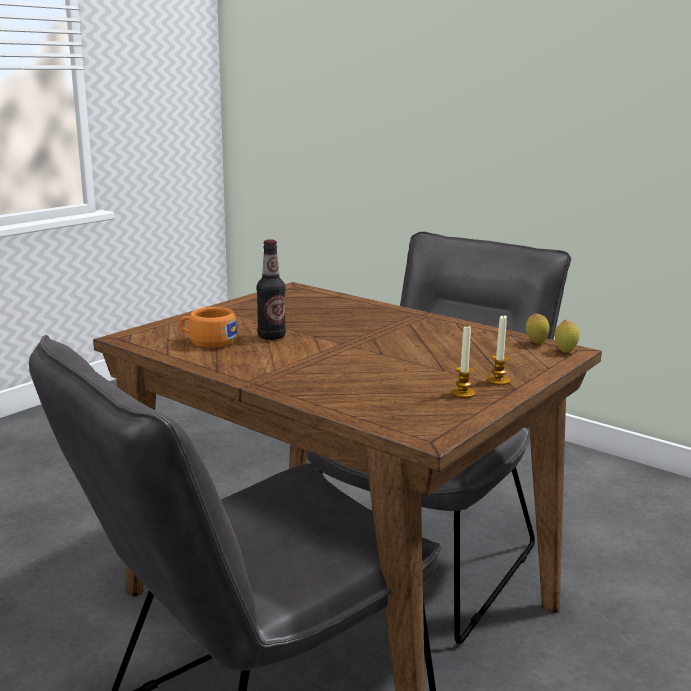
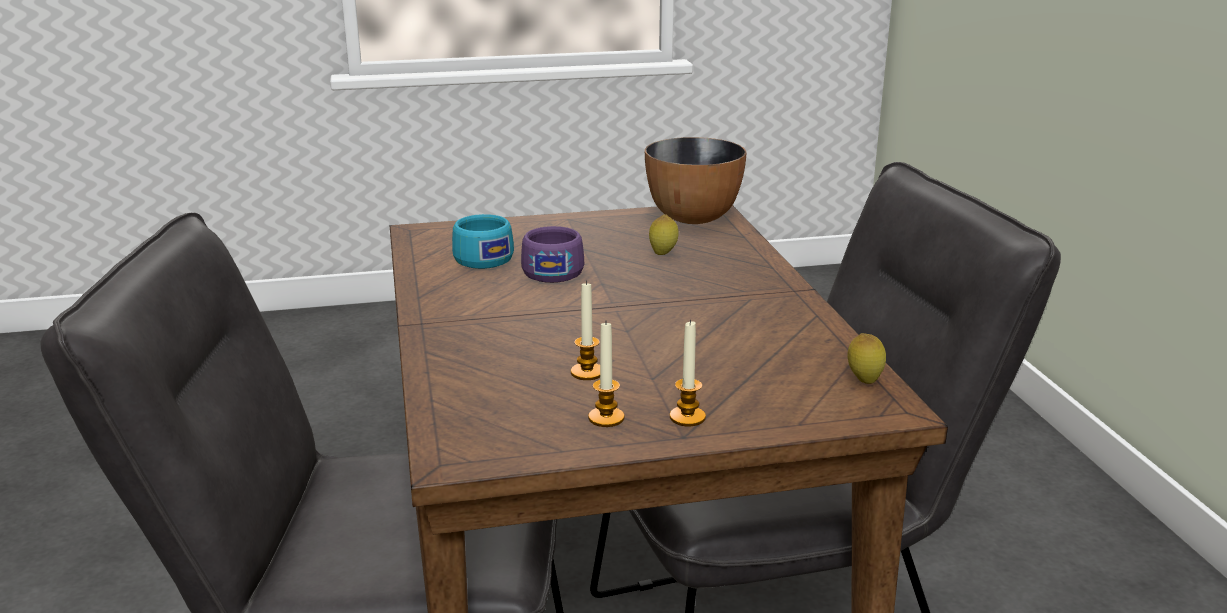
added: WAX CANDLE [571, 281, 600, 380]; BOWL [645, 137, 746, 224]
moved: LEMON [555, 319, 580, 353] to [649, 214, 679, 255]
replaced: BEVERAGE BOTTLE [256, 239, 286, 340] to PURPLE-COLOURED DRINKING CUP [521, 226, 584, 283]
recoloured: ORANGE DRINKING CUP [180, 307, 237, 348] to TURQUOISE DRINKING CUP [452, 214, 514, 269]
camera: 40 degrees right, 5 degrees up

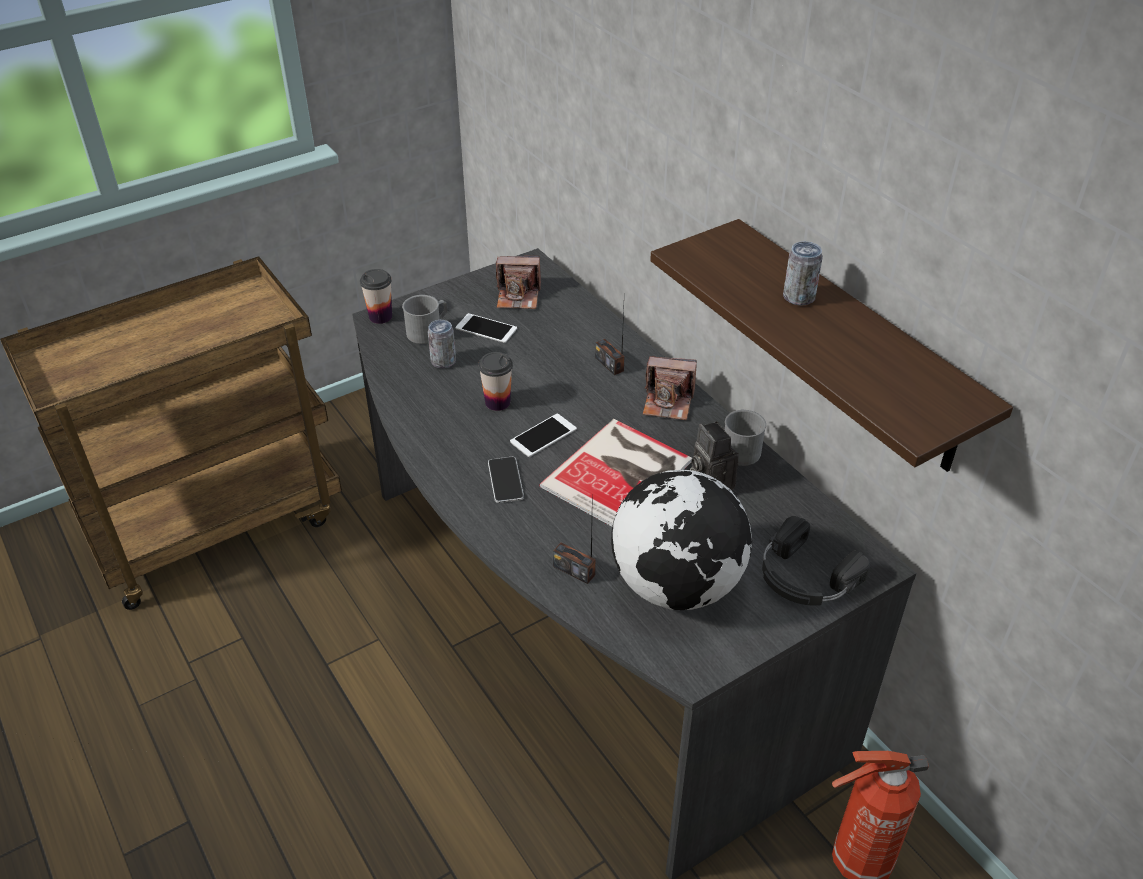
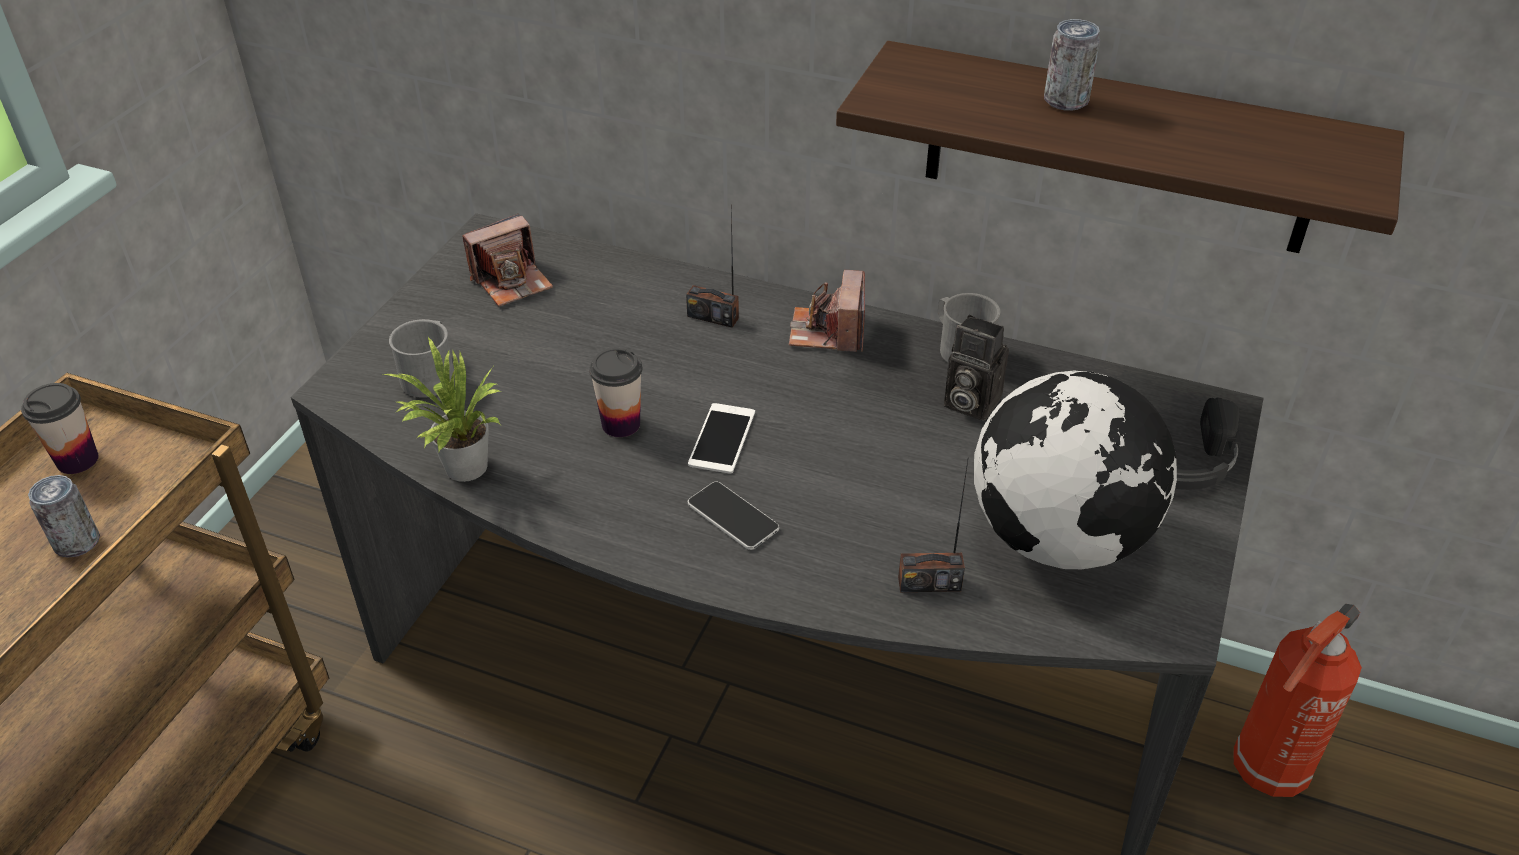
removed: TELEPHONE [455, 313, 517, 343]; BOOK [539, 419, 692, 527]
added: HOUSEPLANT [383, 337, 501, 482]
moved: DRINKING CUP [360, 269, 392, 324] to [21, 383, 99, 474]; SEALED CAN [428, 320, 456, 368] to [28, 475, 100, 558]
turned: PHOTO CAMERA [643, 357, 697, 420] = [789, 270, 865, 352] 120 degrees clockwise
camera: 35 degrees left, 0 degrees up

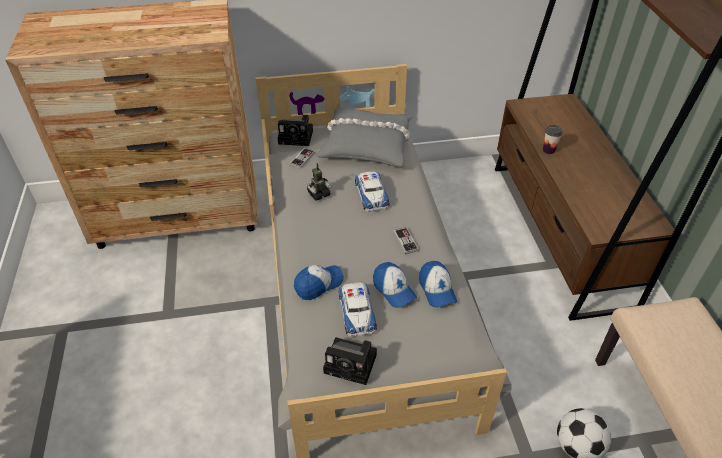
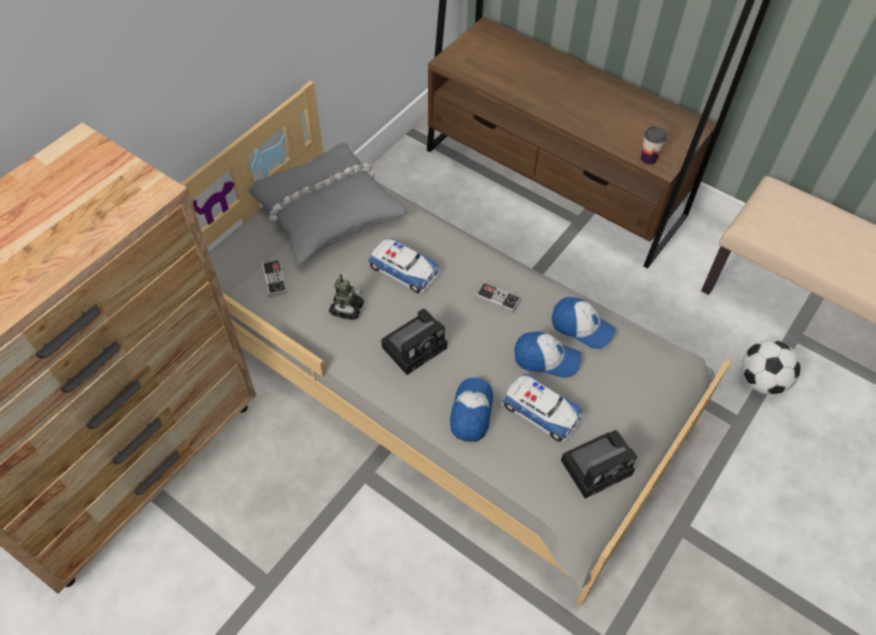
moved: PHOTO CAMERA [278, 115, 313, 146] to [381, 309, 447, 375]; DRINKING CUP [543, 125, 563, 154] to [640, 126, 667, 164]
camera: 45 degrees left, 10 degrees up

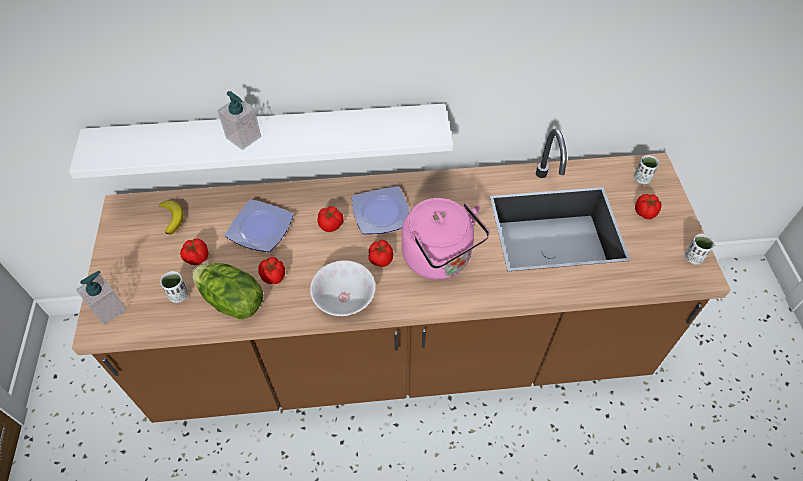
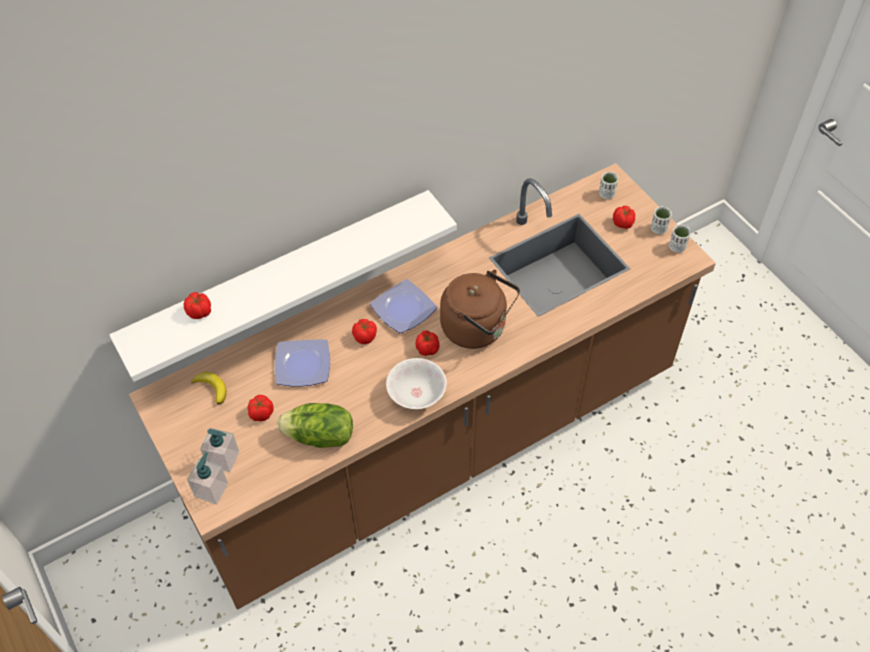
moved: FRESH TOMATO [258, 257, 285, 284] to [184, 292, 211, 319]; SOAP BOTTLE [218, 91, 261, 150] to [200, 428, 239, 472]; WHITISH DRINKING CUP [160, 271, 188, 303] to [651, 207, 672, 234]
recoloured: PINK TEA KETTLE [402, 198, 490, 280] to BROWN TEA KETTLE [440, 269, 520, 349]
camera: 25 degrees left, 0 degrees up

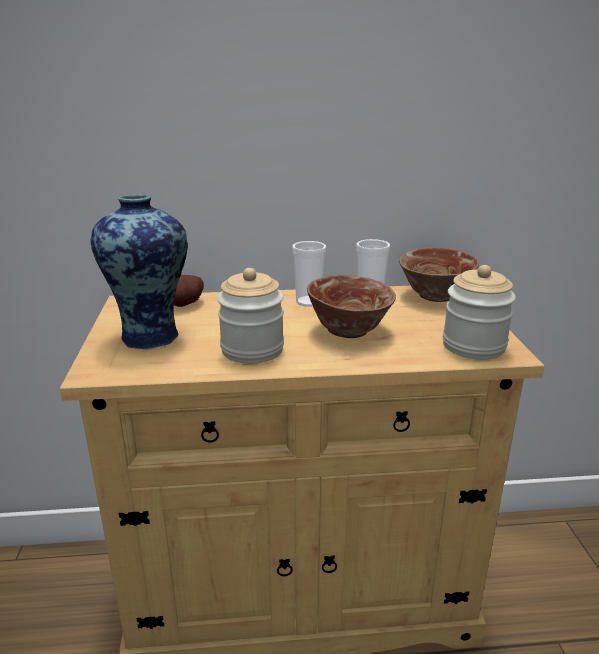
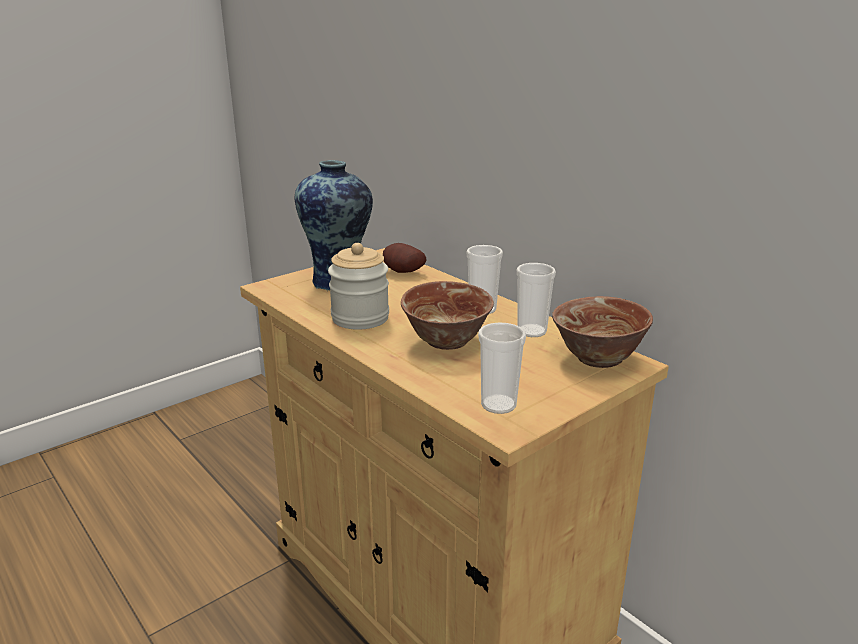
replaced: STORAGE JAR [443, 265, 516, 359] to DRINKING CUP [478, 322, 526, 414]
camera: 55 degrees right, 0 degrees up

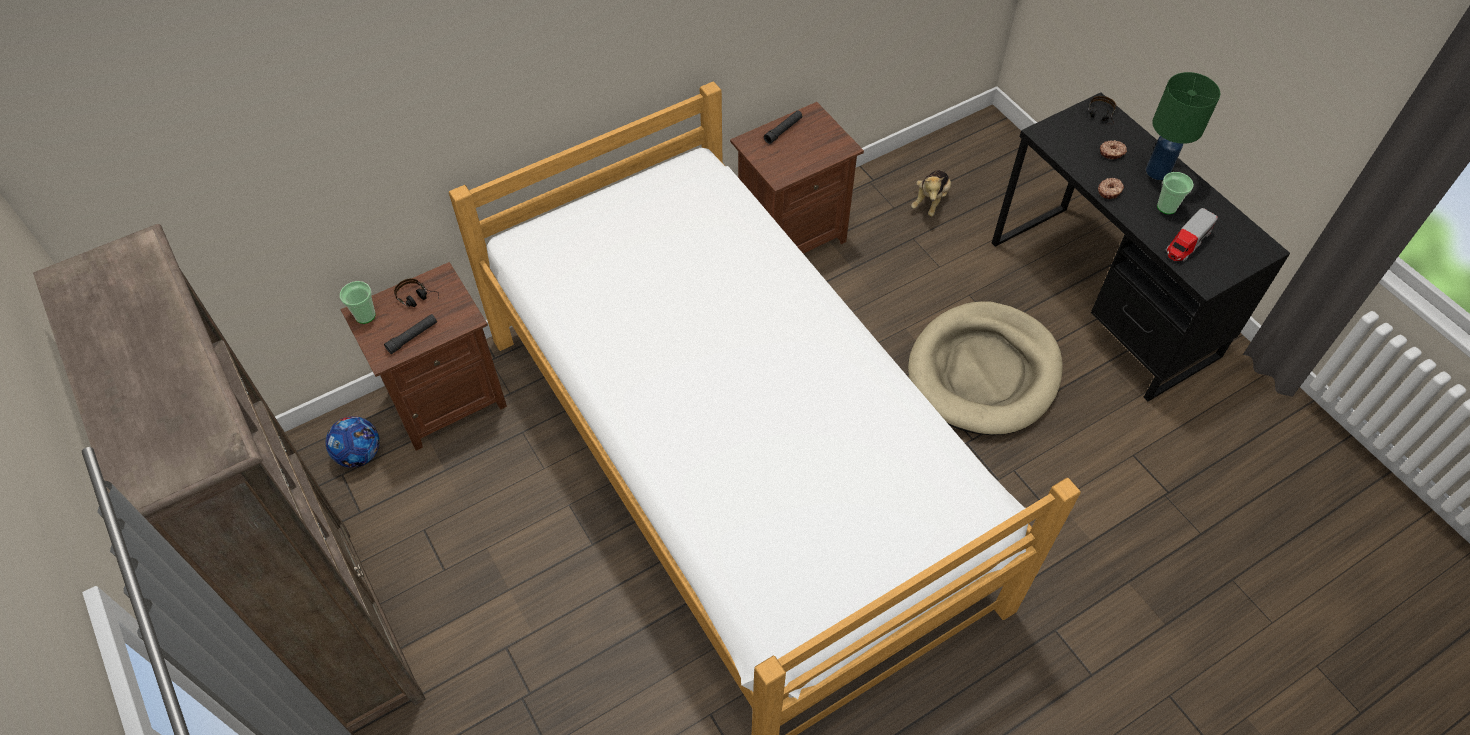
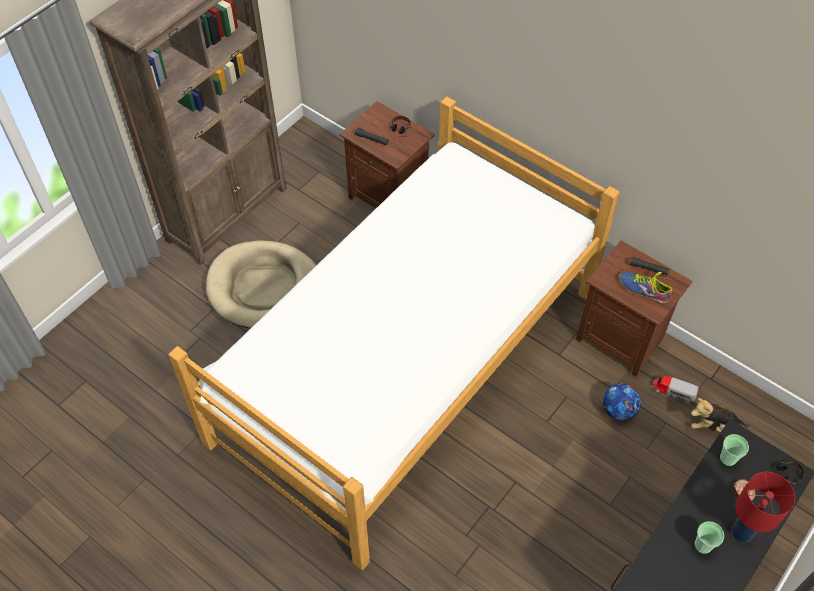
removed: DOUGHNUT [1098, 178, 1124, 199]
added: SHOE [619, 272, 673, 303]
moved: BEIGE DOG BED [908, 301, 1063, 435] to [206, 240, 316, 329]; FOOTBALL BALL [326, 416, 380, 468] to [603, 383, 641, 421]; TOY TRUCK [1166, 208, 1218, 262] to [652, 376, 699, 403]; DRINKING CUP [340, 281, 376, 324] to [720, 434, 749, 466]
recoloured: GREEN-COLOURED TABLETOP LAMP [1146, 72, 1220, 180] to RED-COLOURED TABLETOP LAMP [731, 472, 795, 543]
camera: 70 degrees right, 0 degrees up

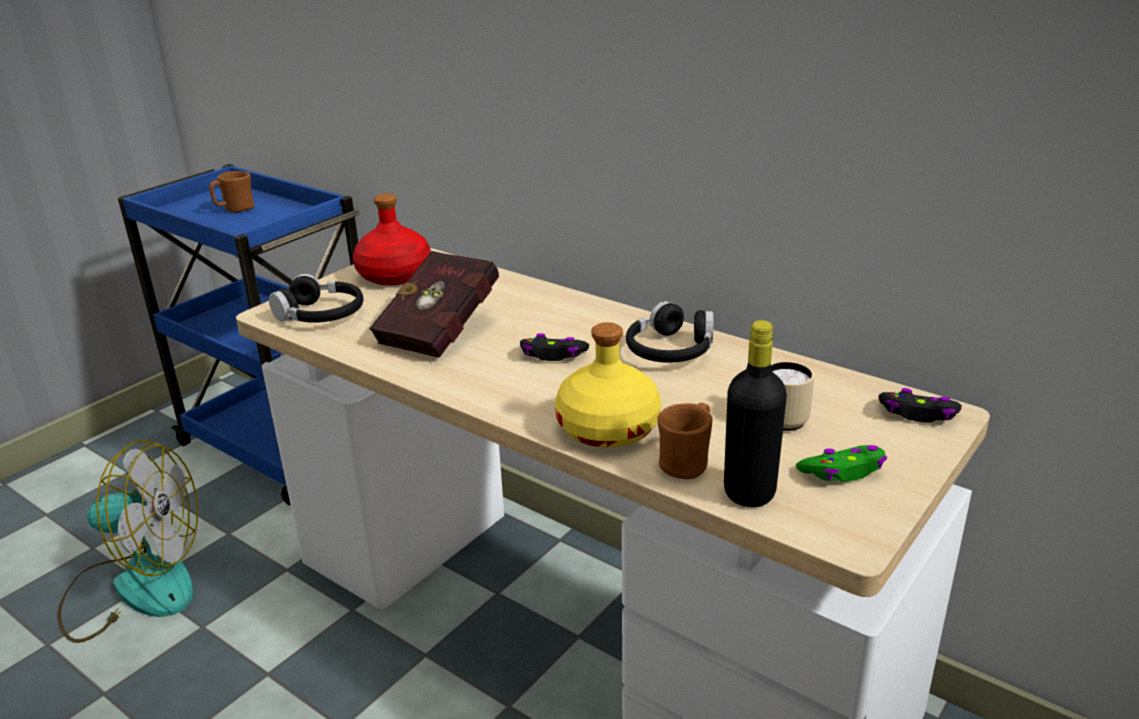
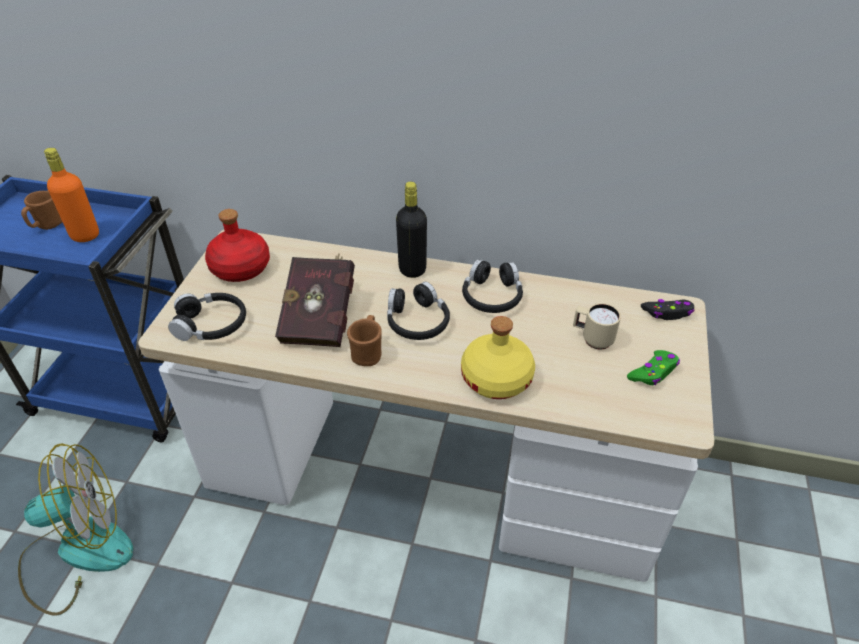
added: ORANGE BEVERAGE BOTTLE [44, 148, 99, 242]
moved: BROWN TEA MUG [658, 403, 713, 479] to [347, 315, 382, 366]; BLACK-COLOURED BEVERAGE BOTTLE [724, 320, 787, 507] to [396, 182, 427, 278]
replaced: BLACK-COLOURED JOYPAD [520, 333, 589, 361] to BLACK-COLOURED HEADPHONES [387, 282, 450, 340]
camera: 25 degrees left, 15 degrees up

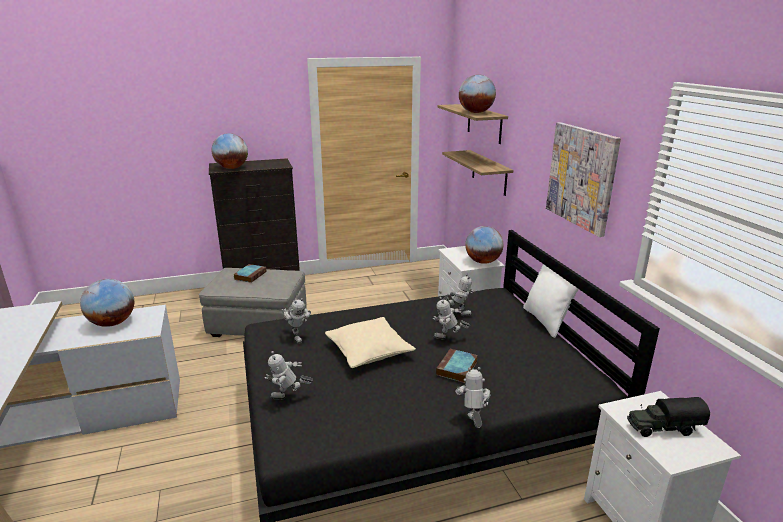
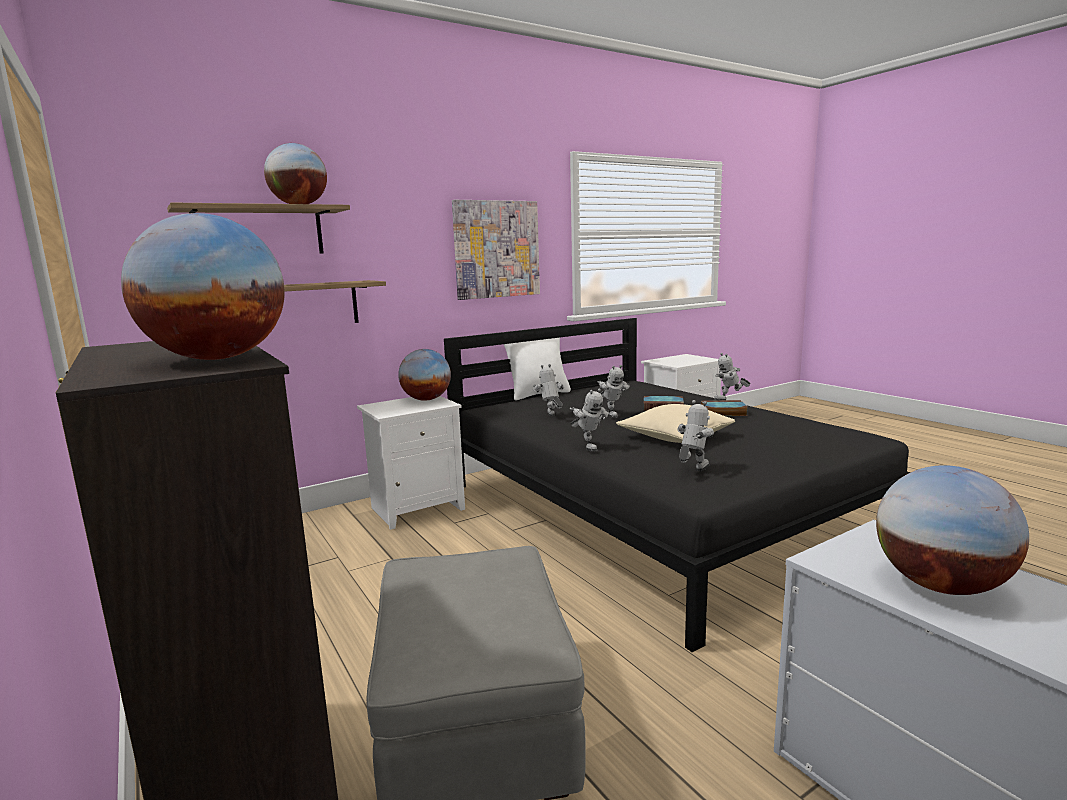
removed: TOY TRUCK [627, 397, 710, 437]
moved: TOY ROBOT [264, 351, 313, 400] to [570, 388, 609, 452]; BOOK [234, 264, 267, 283] to [701, 400, 748, 416]
camera: 105 degrees left, 10 degrees down

